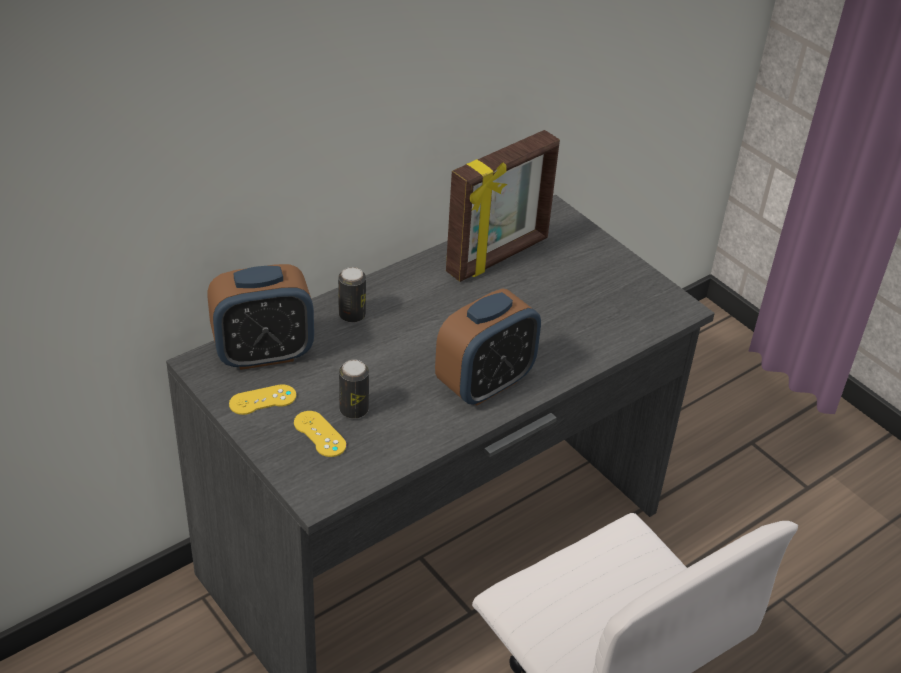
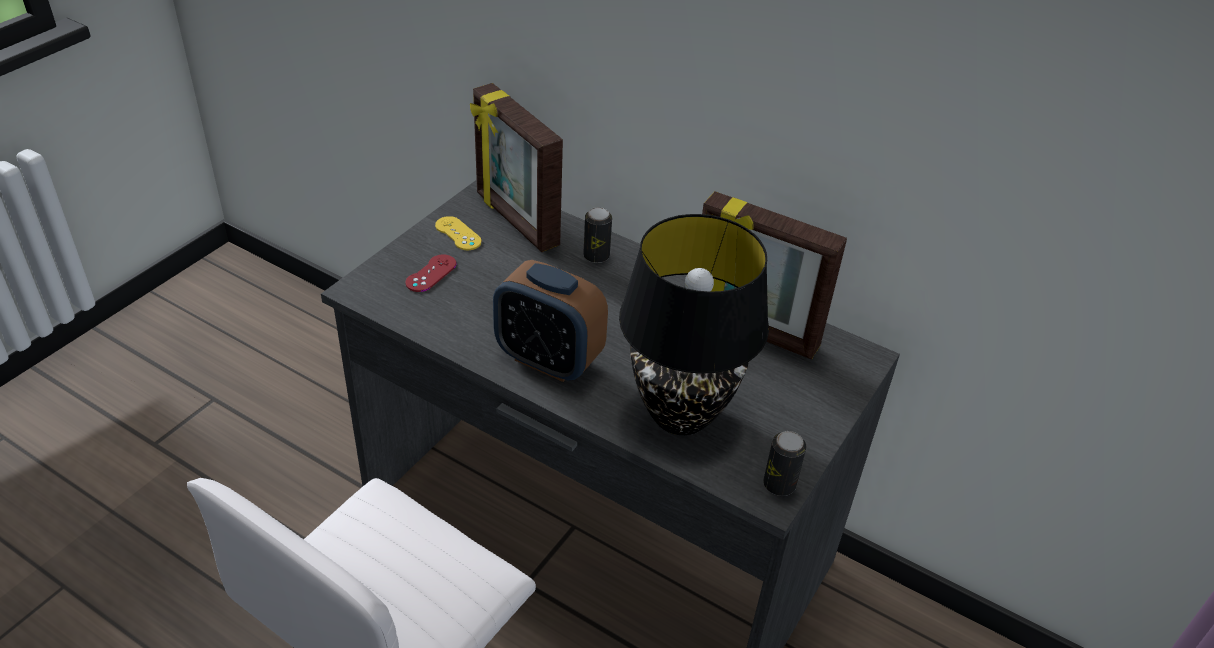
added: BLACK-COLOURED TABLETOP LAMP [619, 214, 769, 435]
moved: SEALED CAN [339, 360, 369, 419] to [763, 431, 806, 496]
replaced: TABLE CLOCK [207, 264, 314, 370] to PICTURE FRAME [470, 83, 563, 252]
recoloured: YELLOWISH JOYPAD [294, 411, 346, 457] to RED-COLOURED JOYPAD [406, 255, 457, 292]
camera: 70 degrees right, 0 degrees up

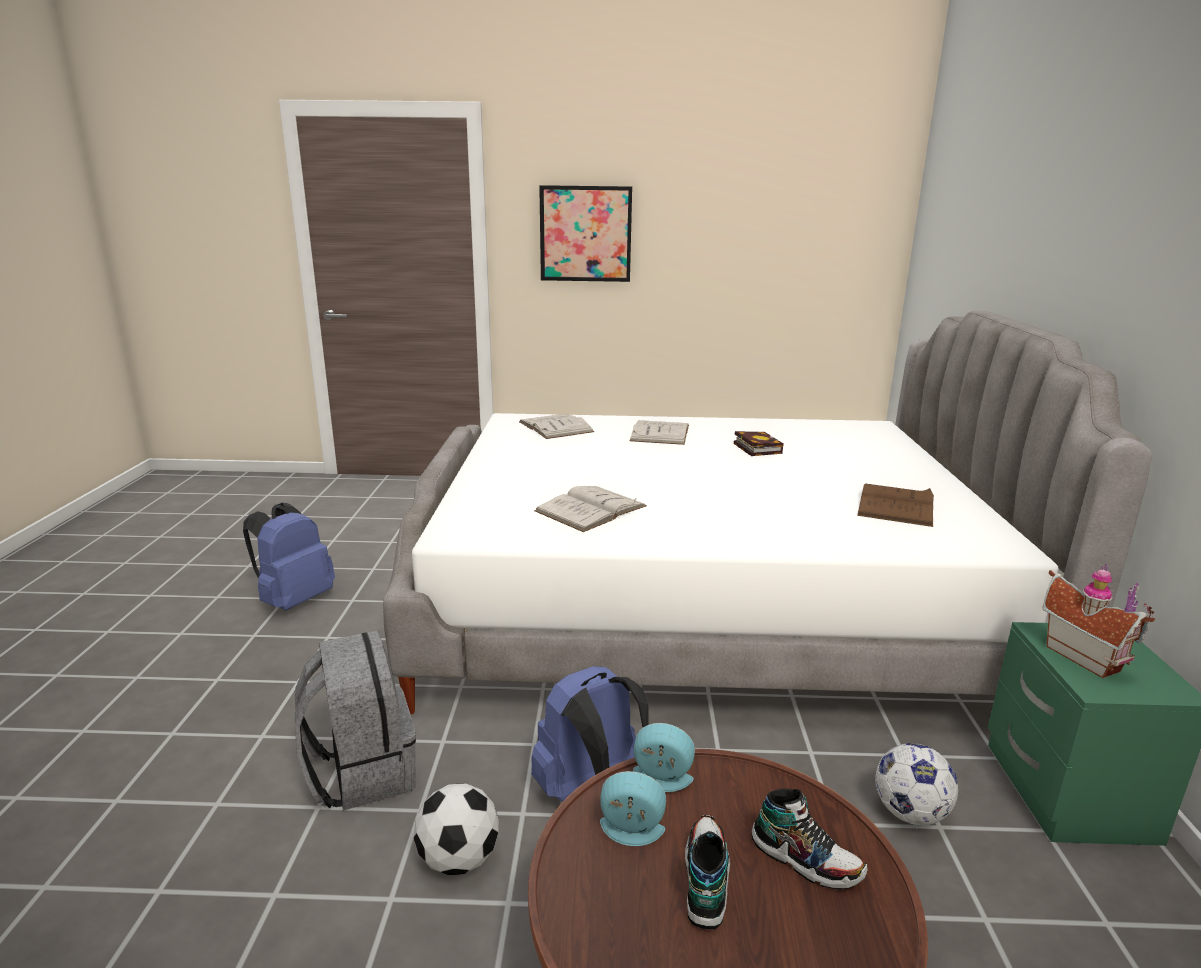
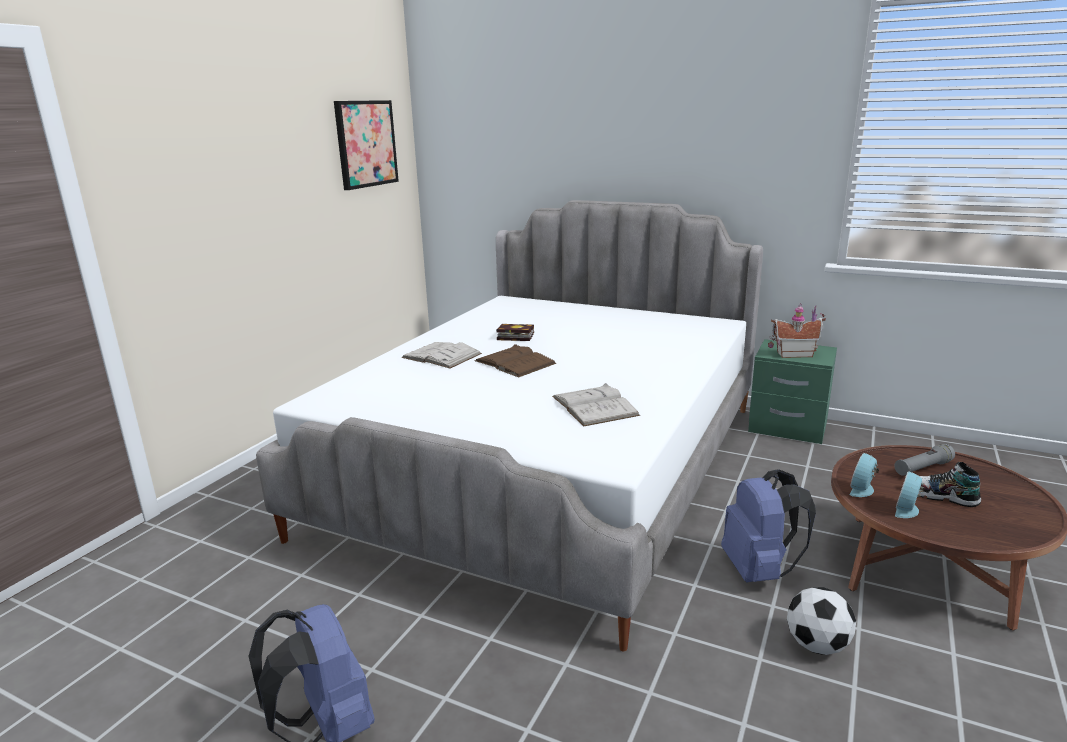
removed: GRAY KNAPSACK [295, 631, 416, 811]; WHITISH BOOK [519, 414, 594, 439]; FOOTBALL BALL [876, 743, 958, 826]
moved: WALL ART [539, 185, 632, 282] to [334, 100, 399, 190]; BROWN BOOK [857, 483, 934, 527] to [474, 344, 556, 377]
replaced: SHOE [752, 788, 867, 890] to GRAY HAND TORCH [894, 444, 955, 476]
camera: 65 degrees left, 0 degrees up

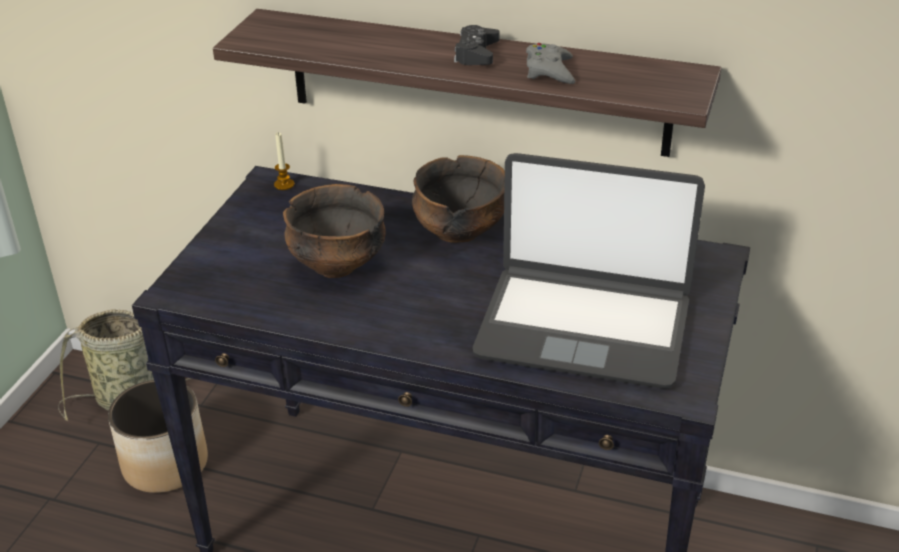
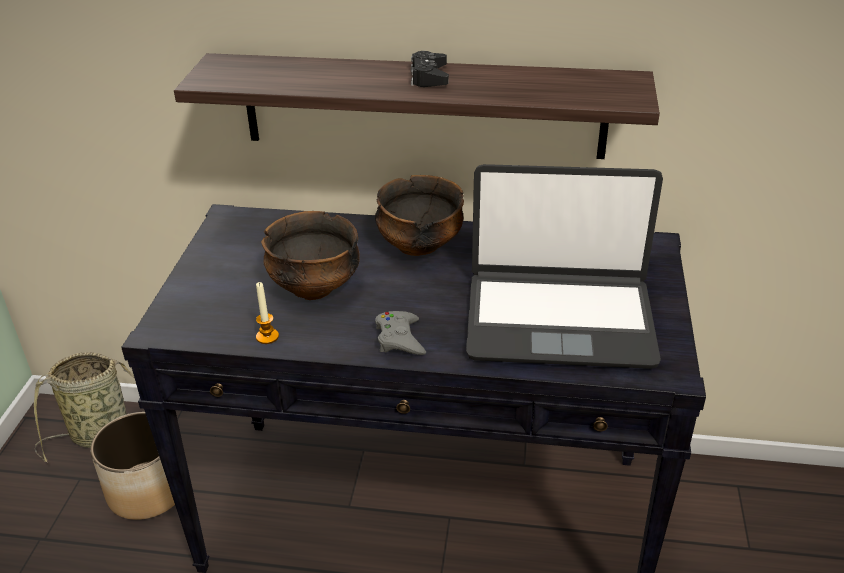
moved: WAX CANDLE [274, 132, 294, 190] to [256, 282, 279, 344]; GRAY JOYPAD [526, 43, 576, 84] to [375, 311, 426, 355]
camera: 10 degrees left, 0 degrees up

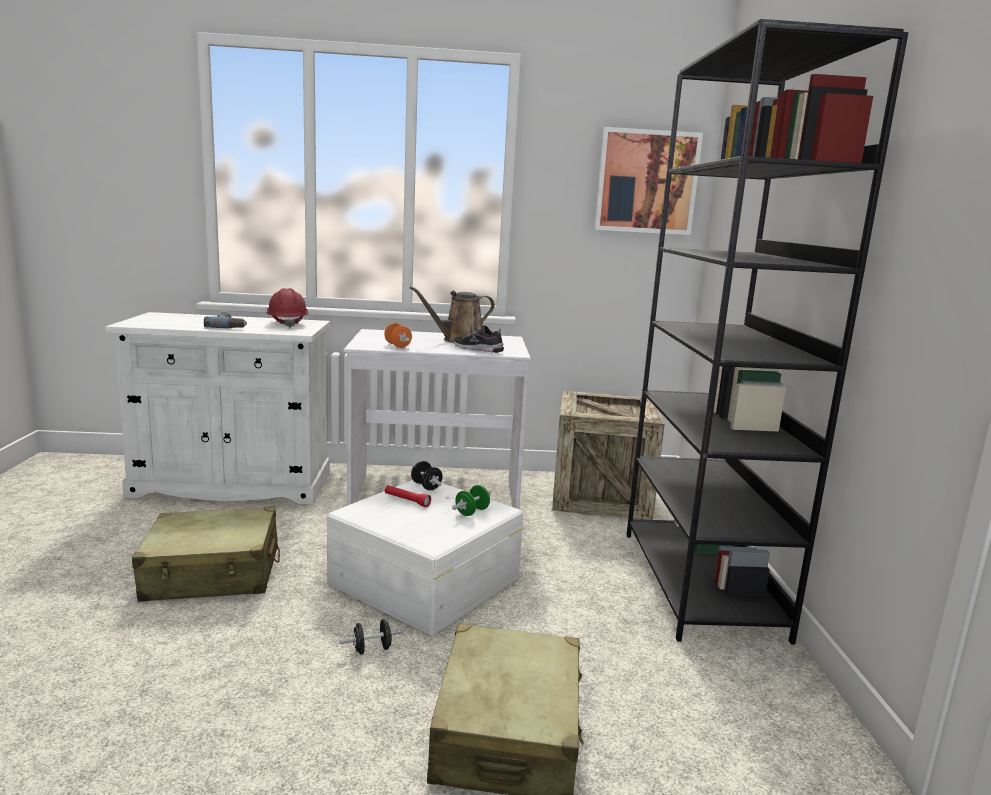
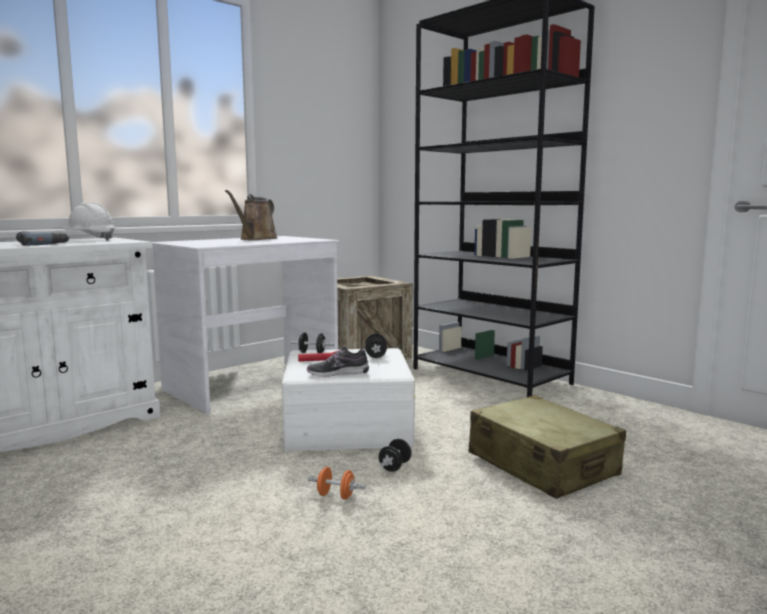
removed: BEIGE SUITCASE [132, 507, 280, 602]; WALL ART [594, 127, 703, 235]
moved: SHOE [453, 325, 504, 353] to [307, 346, 369, 377]; ORANGE FREE WEIGHT [384, 323, 412, 348] to [307, 467, 366, 500]
recoloured: RED-COLOURED HARD HAT [266, 288, 308, 328] to WHITISH HARD HAT [62, 202, 116, 241]; GREEN-COLOURED FREE WEIGHT [452, 485, 491, 516] to BLACK-COLOURED FREE WEIGHT [365, 333, 387, 358]
camera: 40 degrees left, 5 degrees down

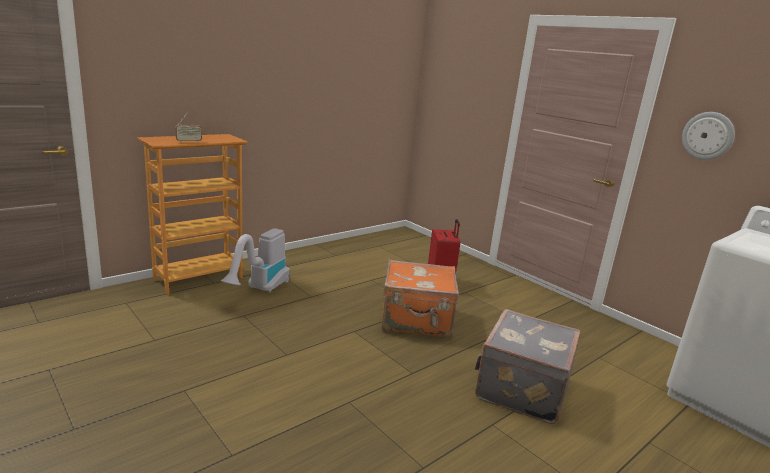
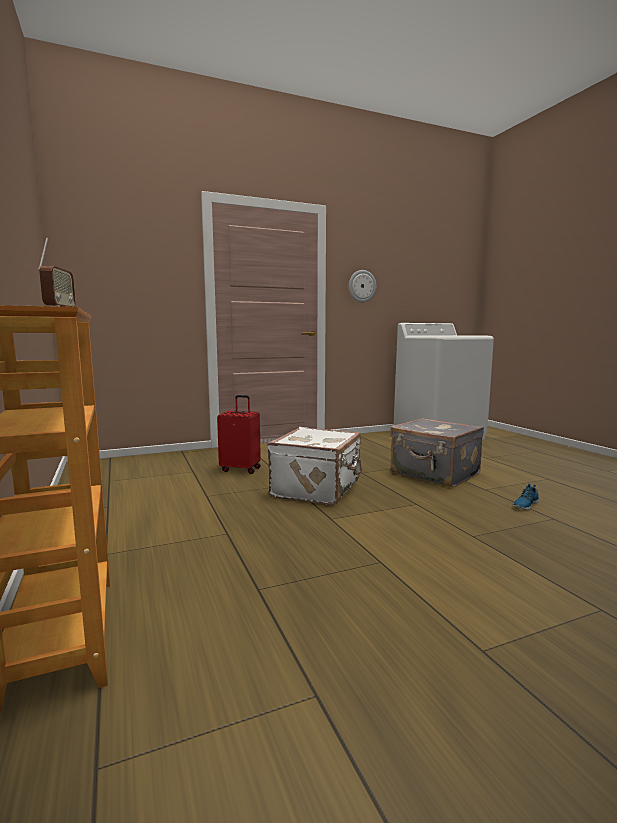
removed: HOOVER [221, 228, 290, 292]
added: SHOE [513, 484, 539, 510]
recoloured: ORANGE SUITCASE [382, 259, 459, 338] to WHITISH SUITCASE [267, 427, 362, 505]
camera: 70 degrees left, 10 degrees down

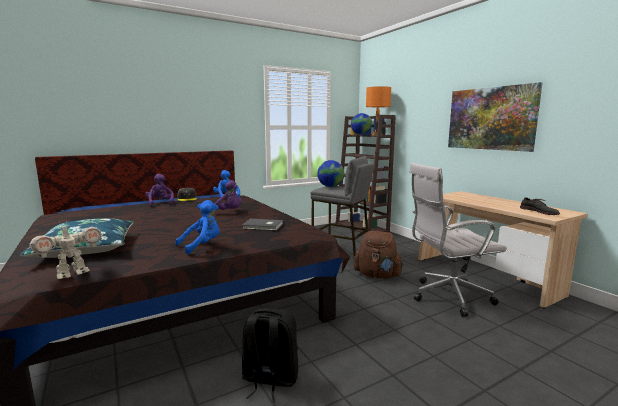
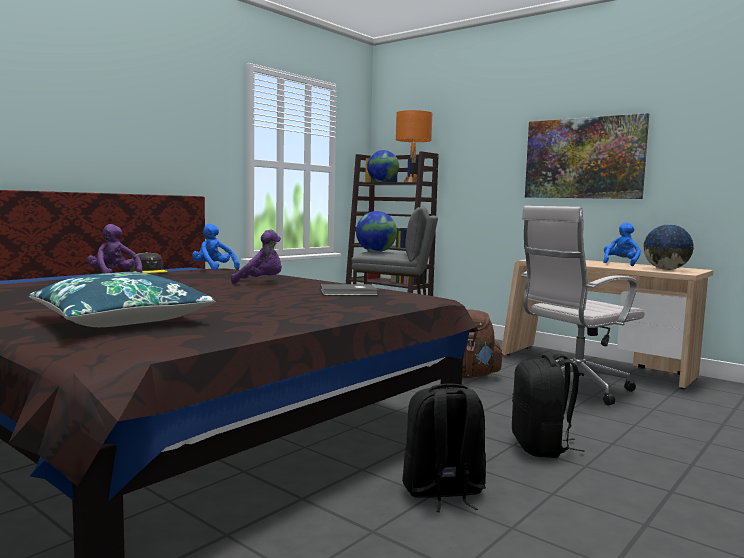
removed: TOY ROBOT [29, 221, 102, 279]
added: BLACK-COLOURED KNAPSACK [512, 353, 585, 458]
moved: BLUE-COLOURED PLUSH TOY [175, 200, 220, 254] to [603, 222, 641, 266]
replaced: GRAY SHOE [520, 197, 560, 215] to WORLD GLOBE [643, 225, 694, 270]
camera: 20 degrees left, 5 degrees down

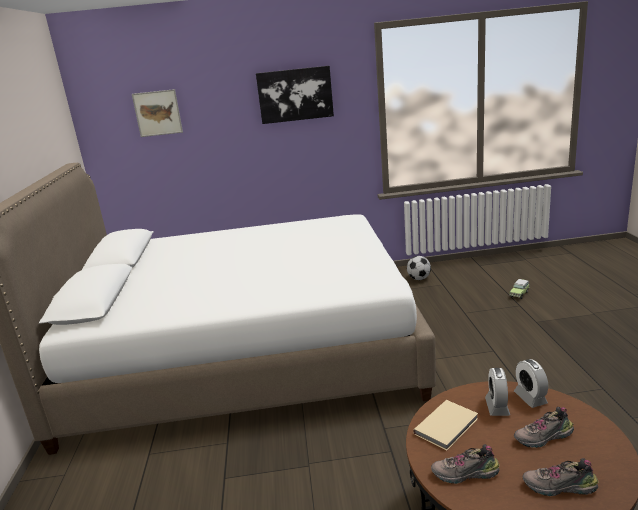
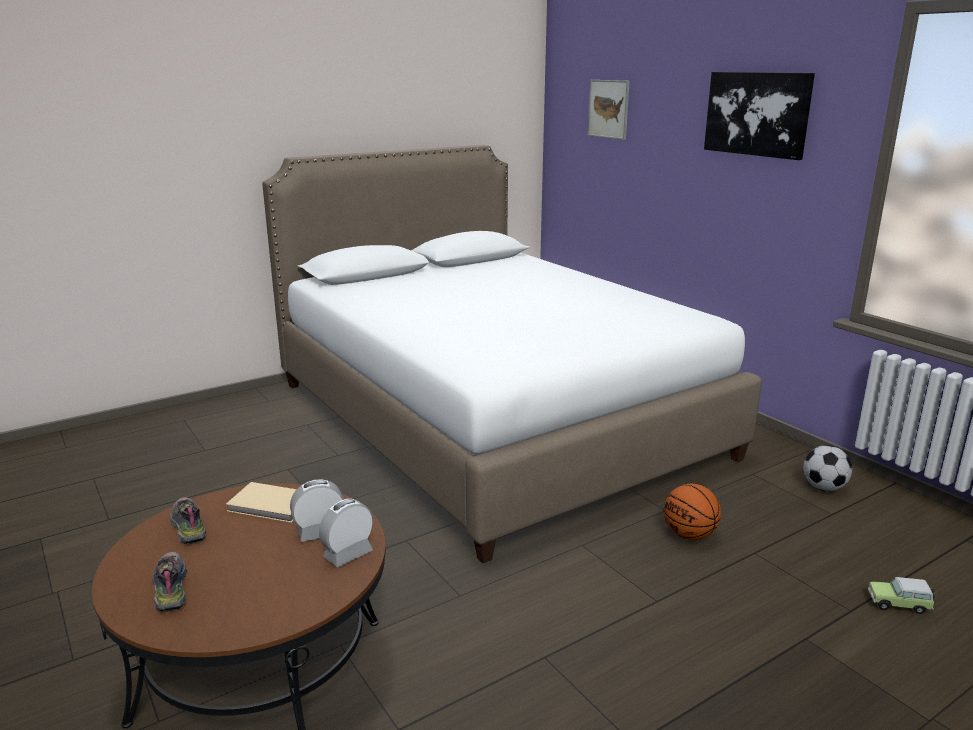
removed: SHOE [514, 407, 574, 448]
added: BALL FOR BASKETBALL [664, 484, 721, 540]
camera: 60 degrees right, 0 degrees up

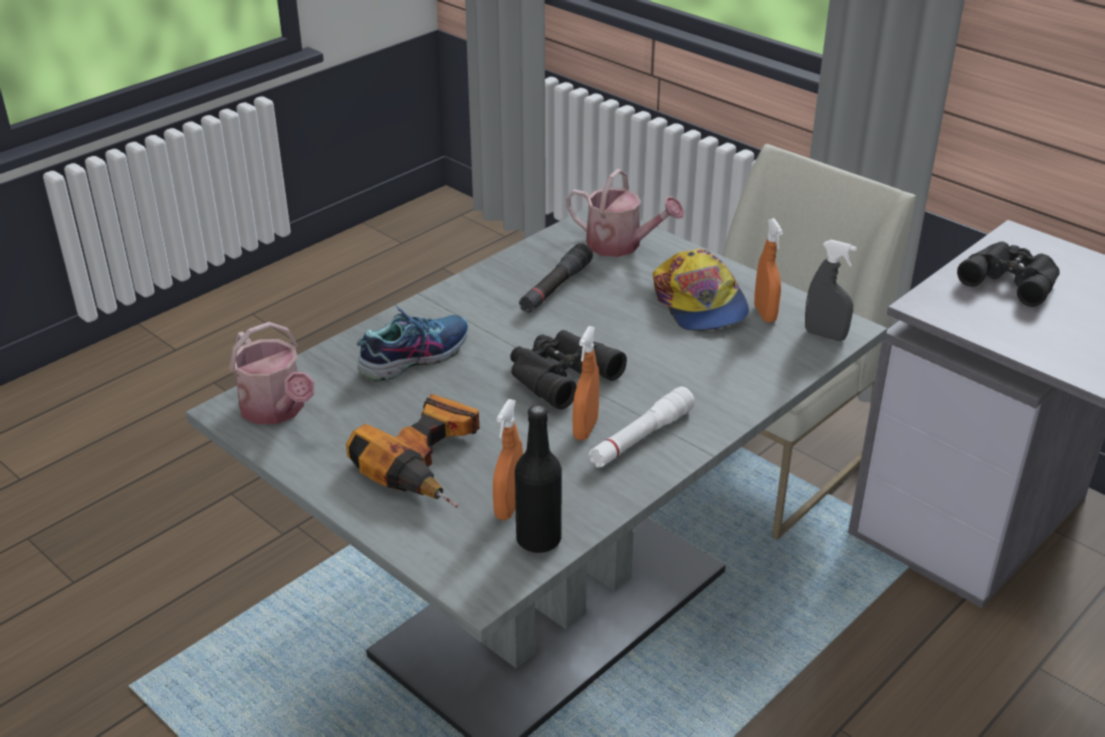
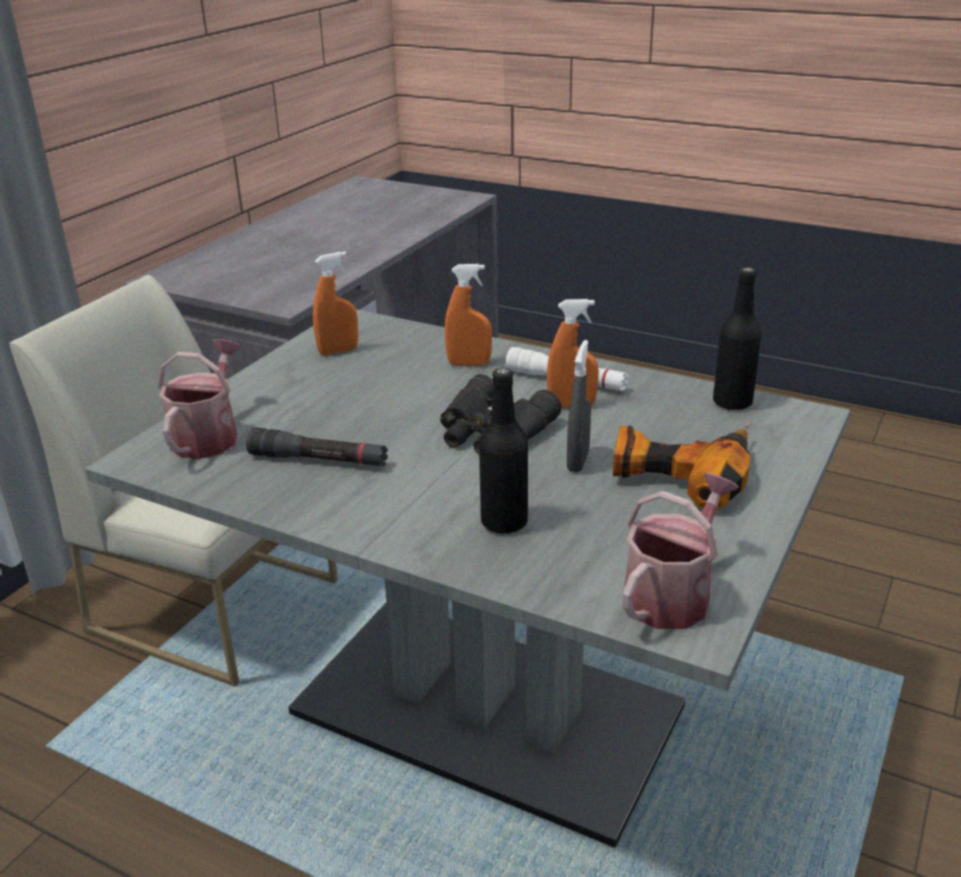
removed: BASEBALL CAP [653, 249, 749, 331]; BLACK-COLOURED BINOCULARS [957, 241, 1059, 307]
moved: ORANGE SPRAY BOTTLE [493, 399, 523, 520] to [445, 264, 492, 366]; GRAY SPRAY BOTTLE [805, 240, 857, 341] to [567, 340, 591, 472]
replaced: SHOE [357, 302, 468, 381] to BLACK-COLOURED BEVERAGE BOTTLE [479, 368, 528, 534]
camera: 105 degrees left, 5 degrees down

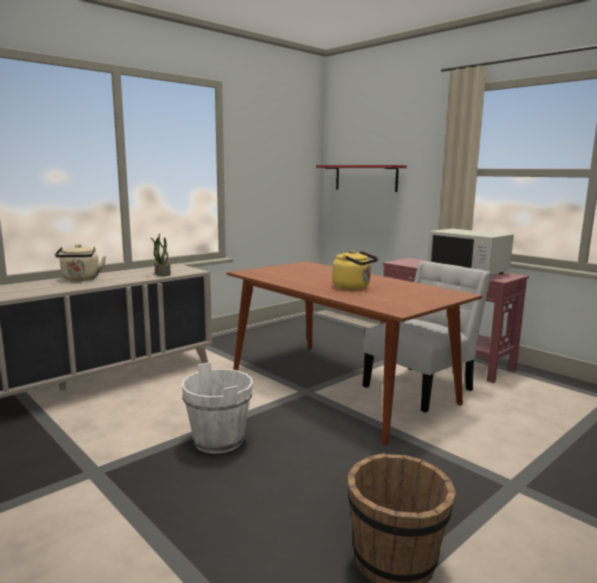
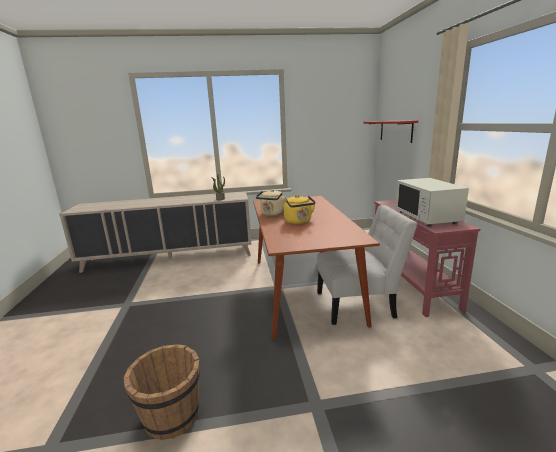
removed: WHITISH PAIL [182, 362, 253, 454]
moved: BEIGE TEA KETTLE [55, 244, 106, 281] to [256, 190, 285, 216]
camera: 35 degrees right, 5 degrees up

